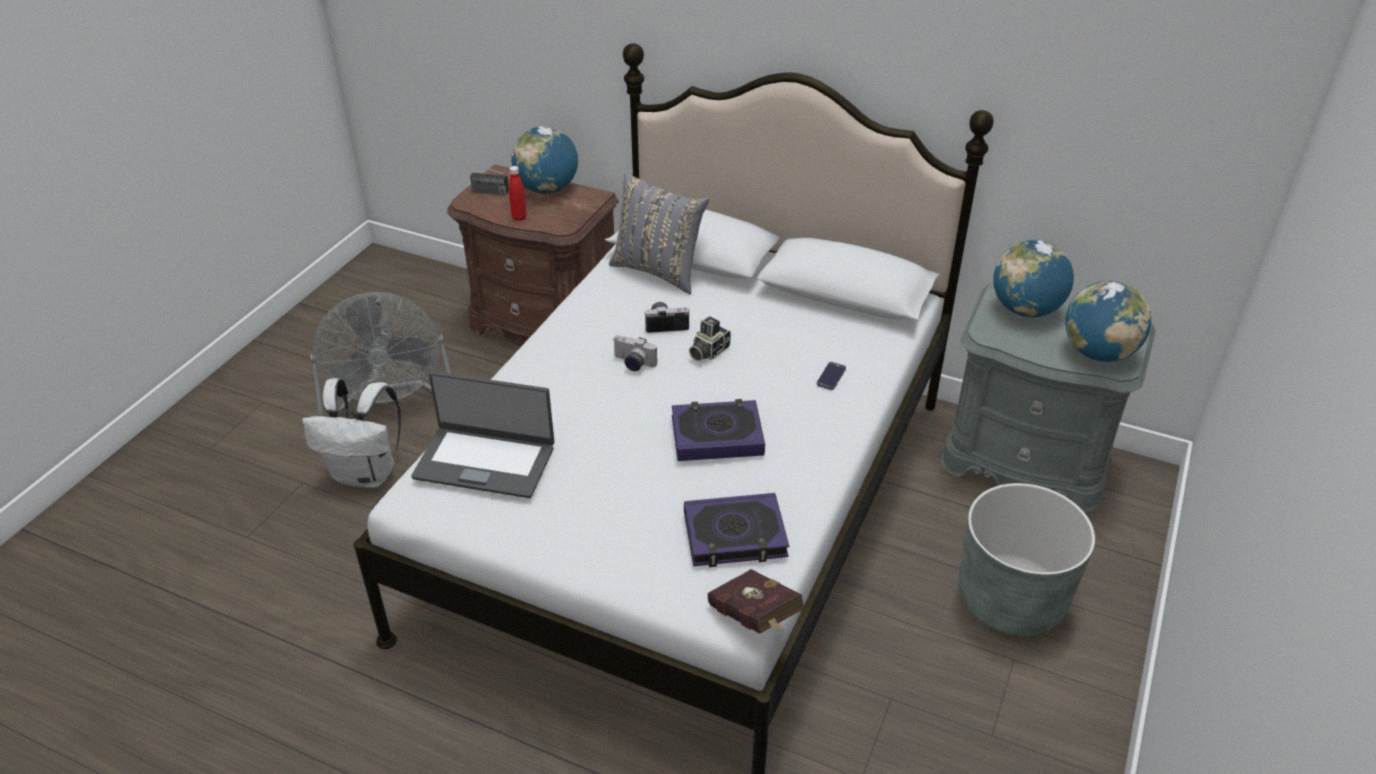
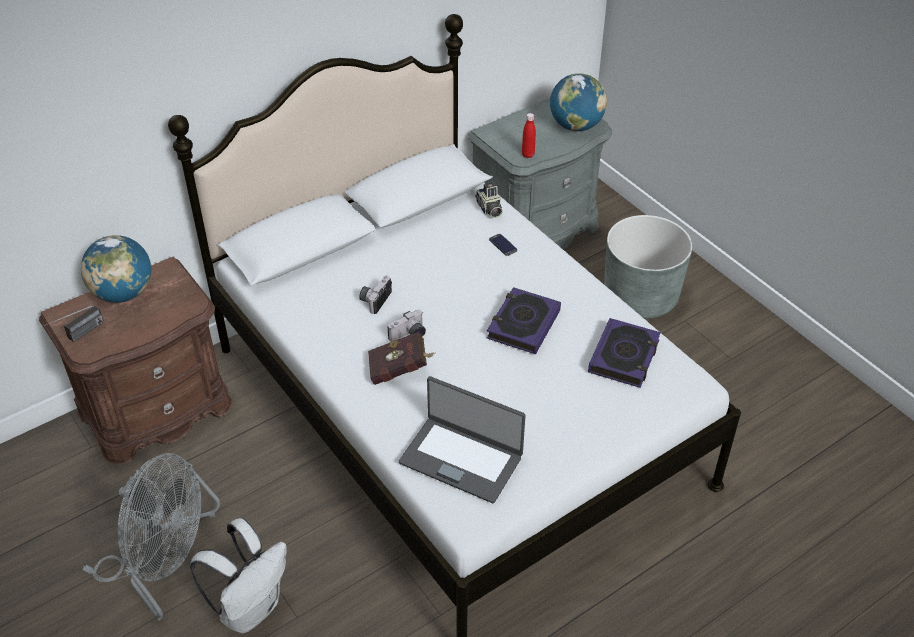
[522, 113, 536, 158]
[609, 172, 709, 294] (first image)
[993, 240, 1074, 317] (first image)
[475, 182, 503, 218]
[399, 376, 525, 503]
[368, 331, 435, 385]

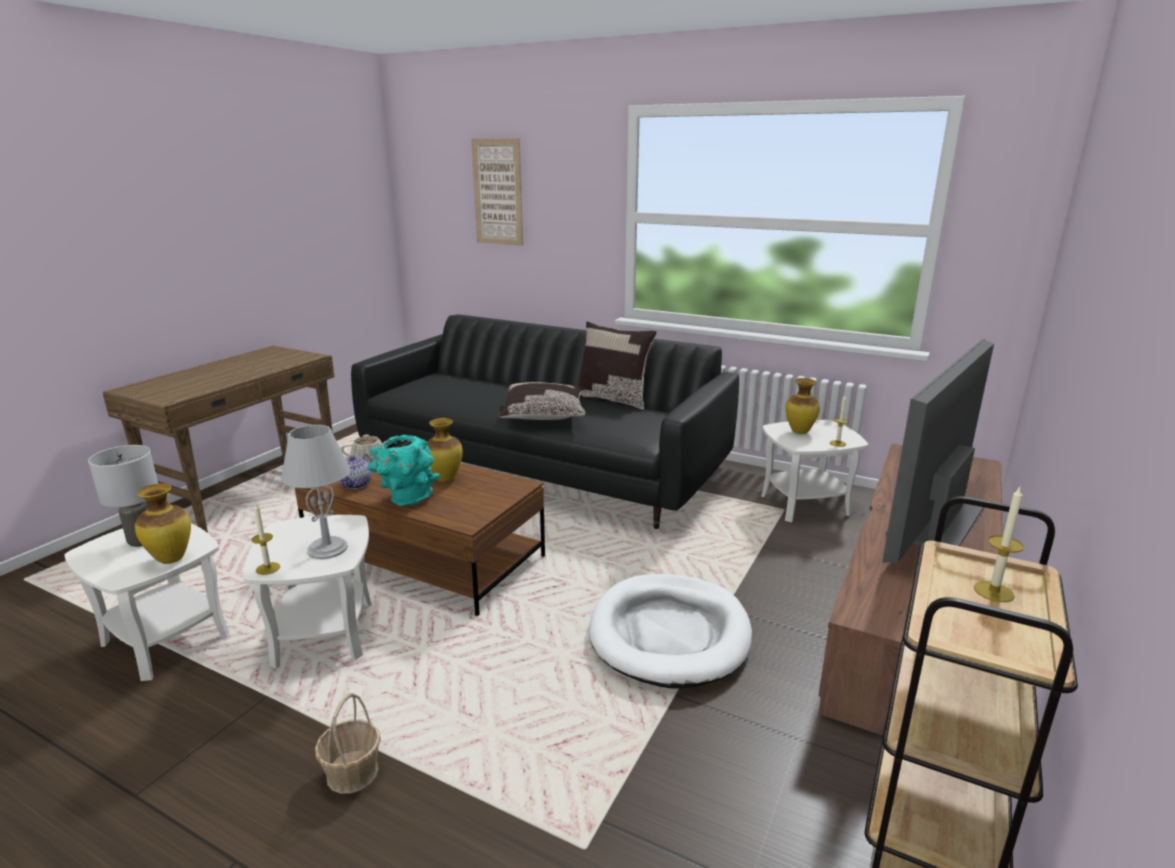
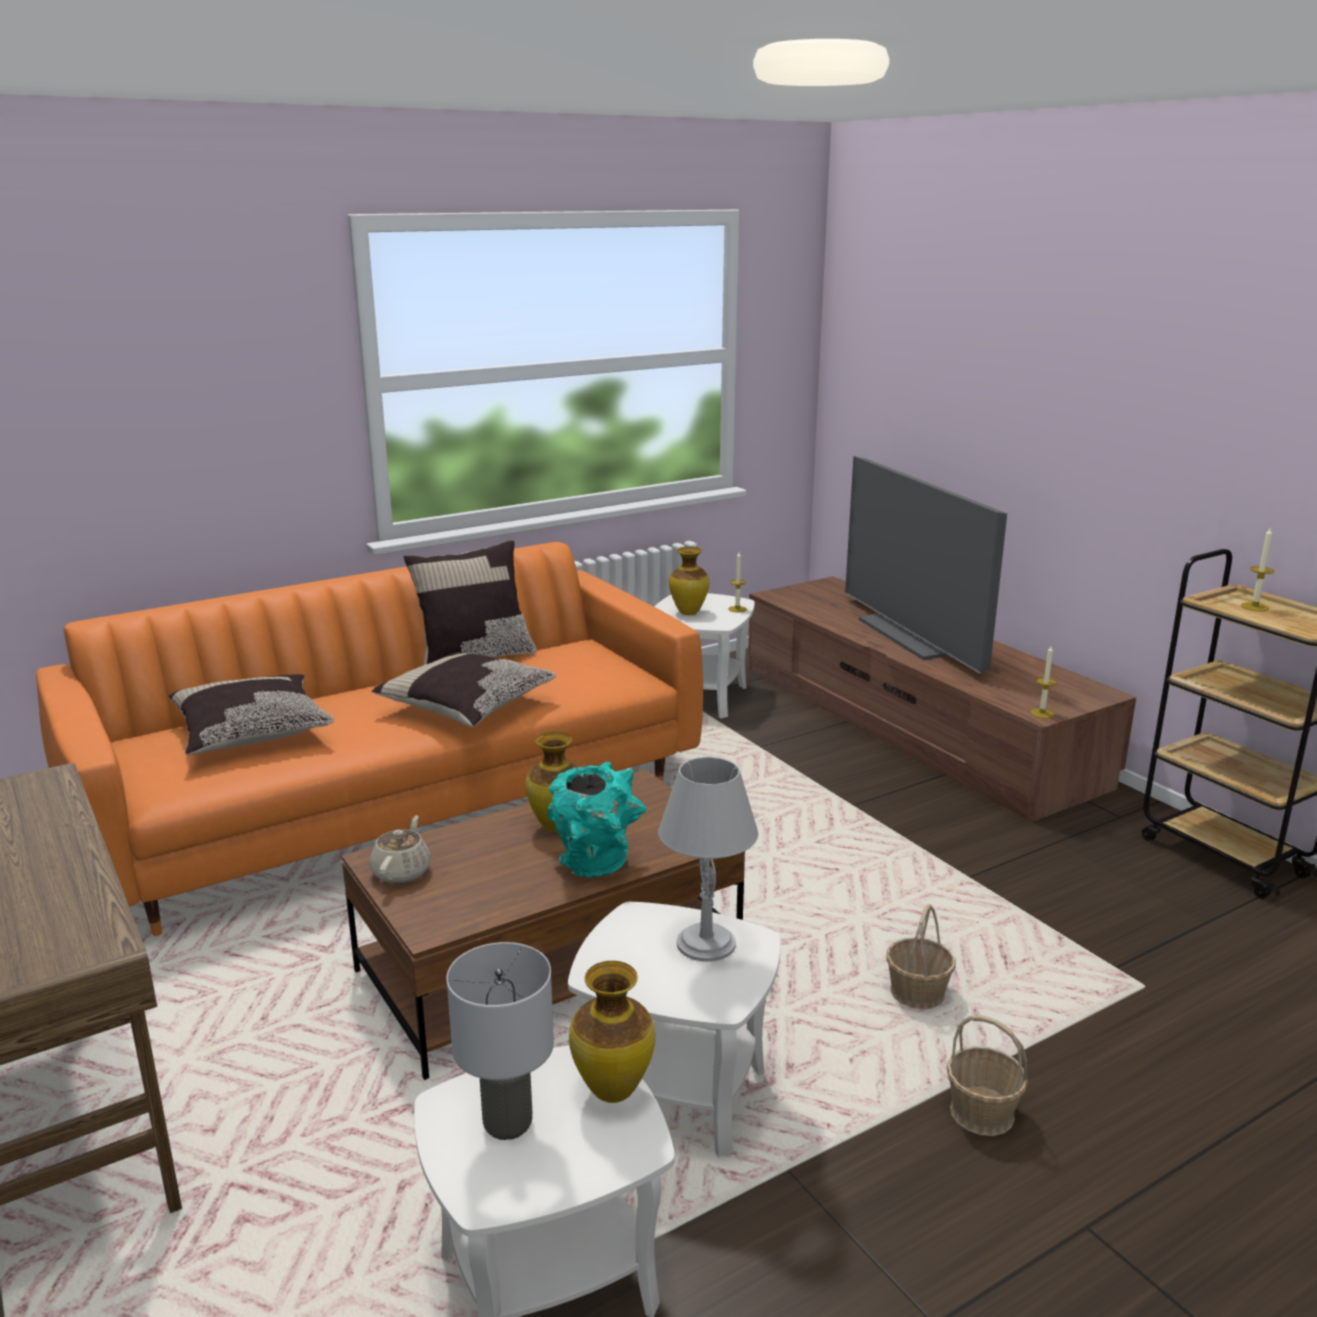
[471, 138, 523, 246] (first image)
[36, 542, 703, 936]
[340, 453, 372, 489] (first image)
[1030, 646, 1057, 718]
[589, 574, 752, 689] (first image)
[168, 674, 334, 755]
[886, 904, 956, 1009]

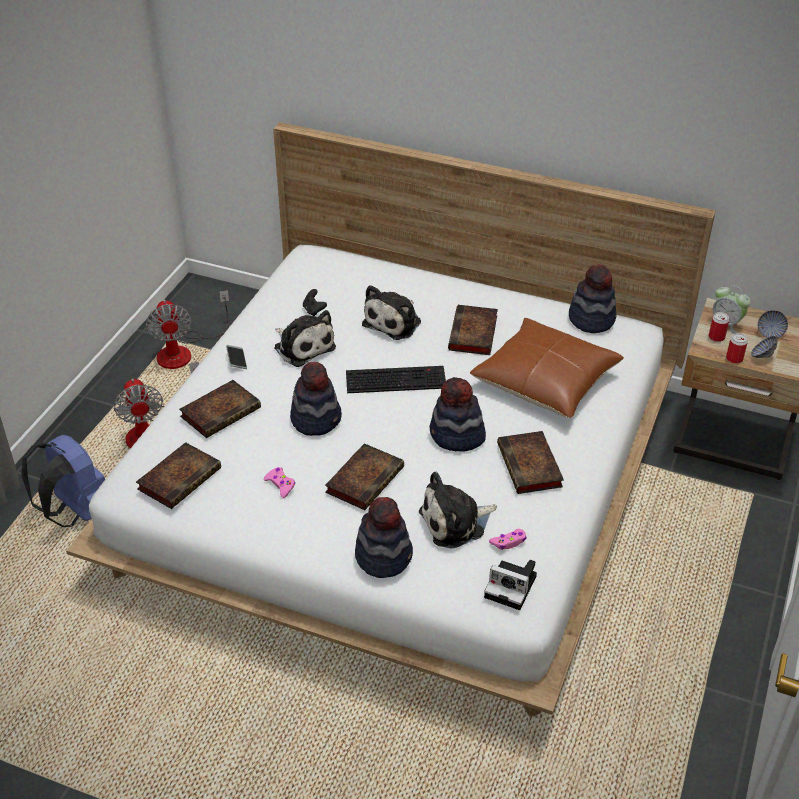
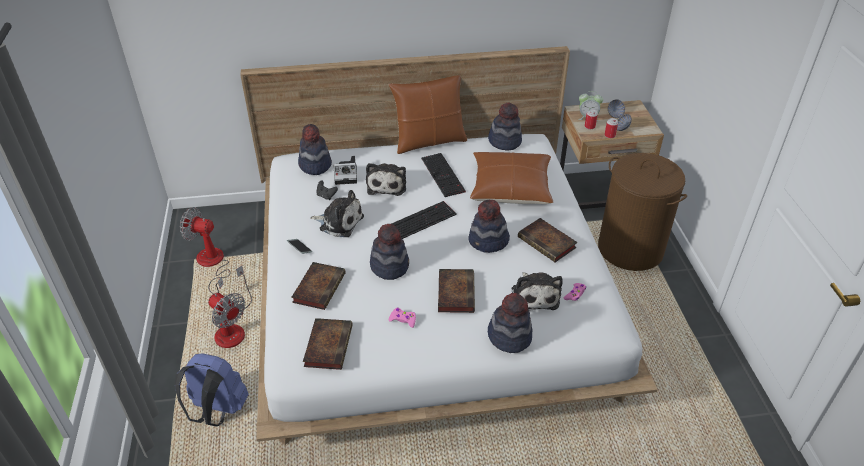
[180, 207, 231, 294]
[421, 153, 466, 197]
[512, 272, 563, 311]
[333, 156, 357, 185]
[388, 75, 467, 154]
[298, 124, 332, 175]
[598, 153, 687, 271]

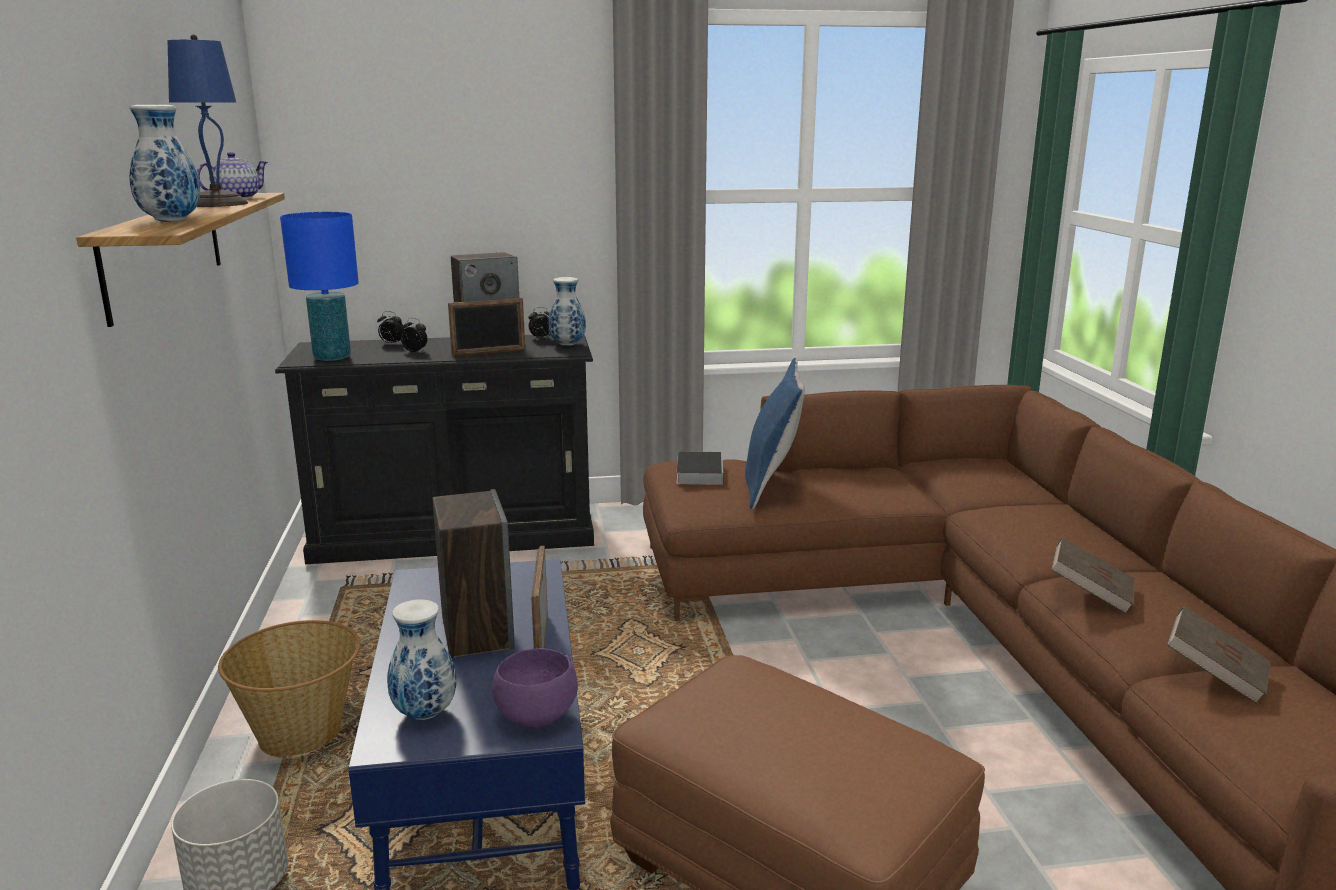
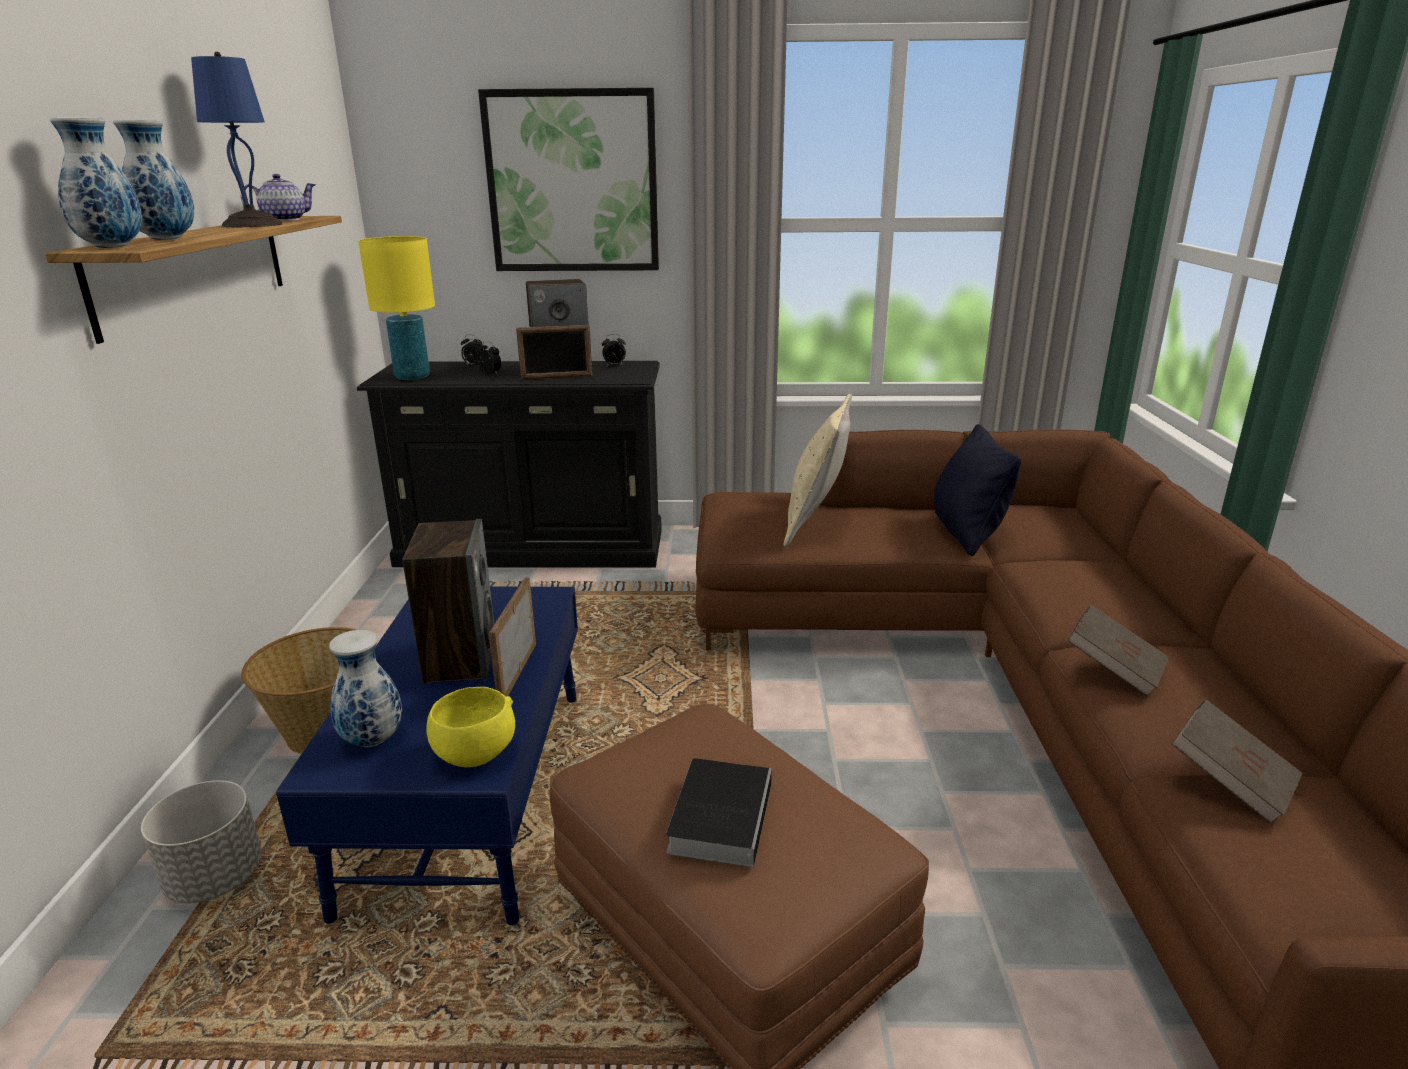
[358, 236, 435, 380]
[50, 117, 142, 248]
[783, 394, 852, 547]
[666, 758, 772, 867]
[426, 687, 515, 767]
[478, 88, 659, 271]
[934, 424, 1022, 556]

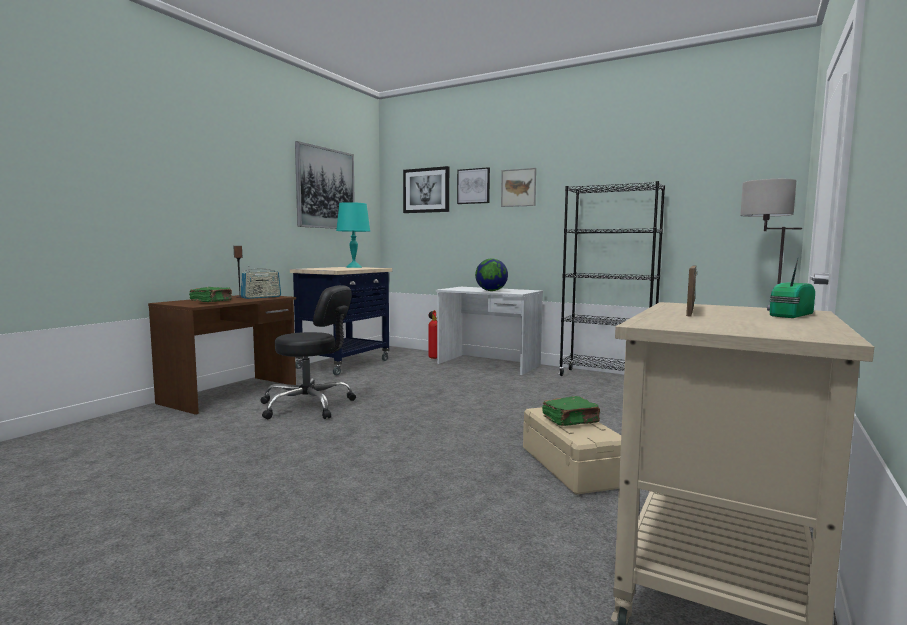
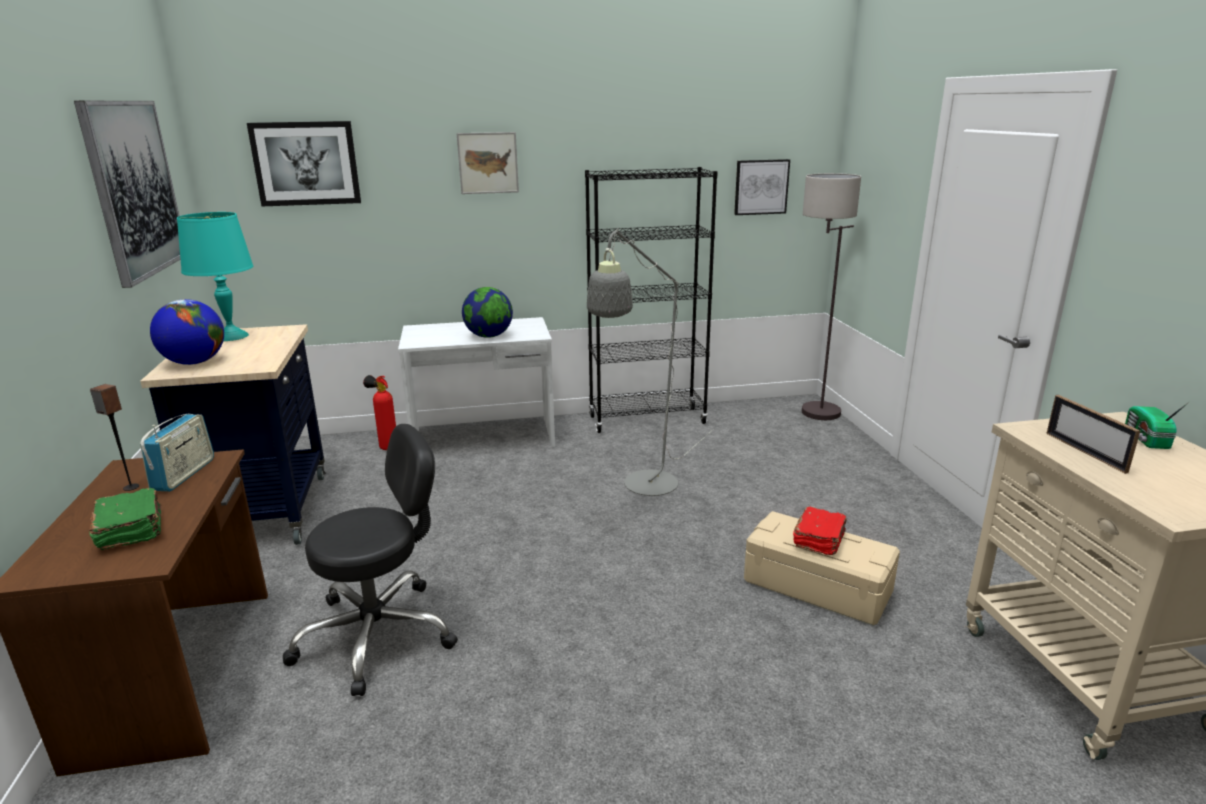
[734, 159, 790, 215]
[793, 507, 846, 555]
[587, 228, 713, 496]
[150, 299, 224, 365]

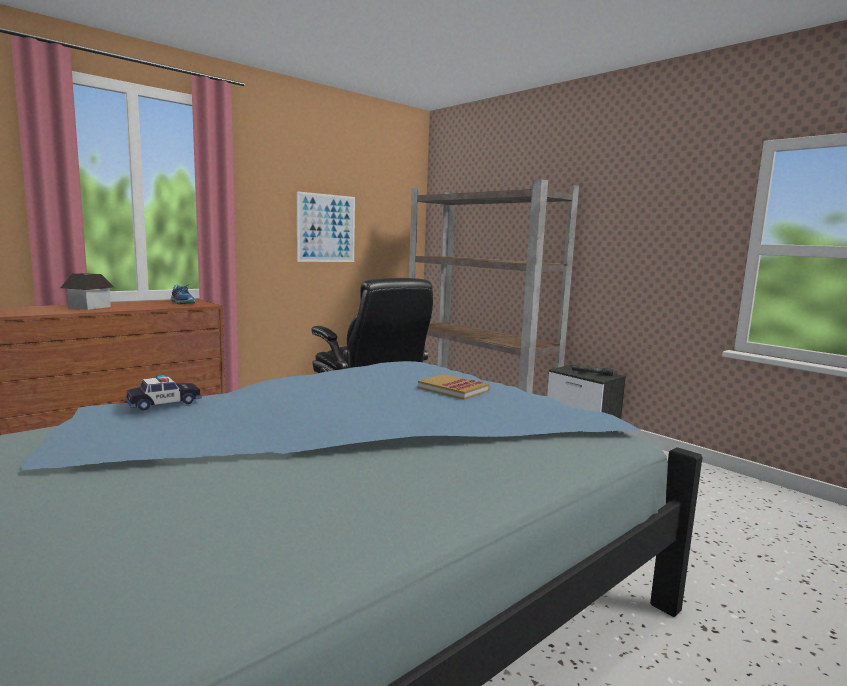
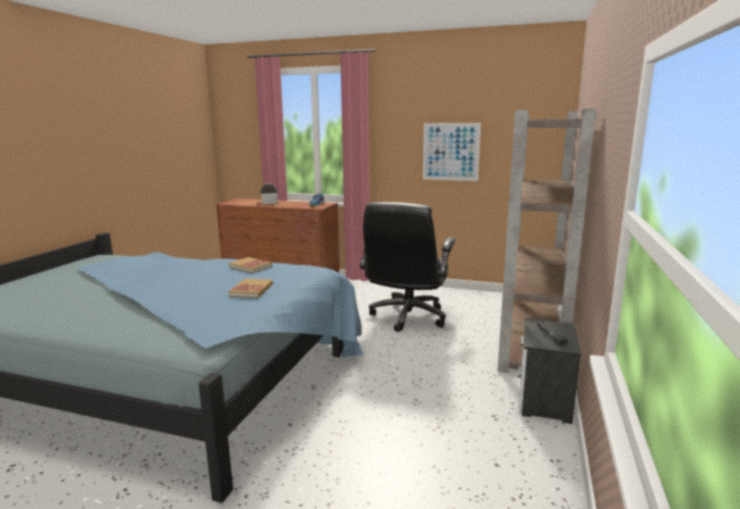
[126, 375, 202, 411] (first image)
[229, 257, 272, 273]

